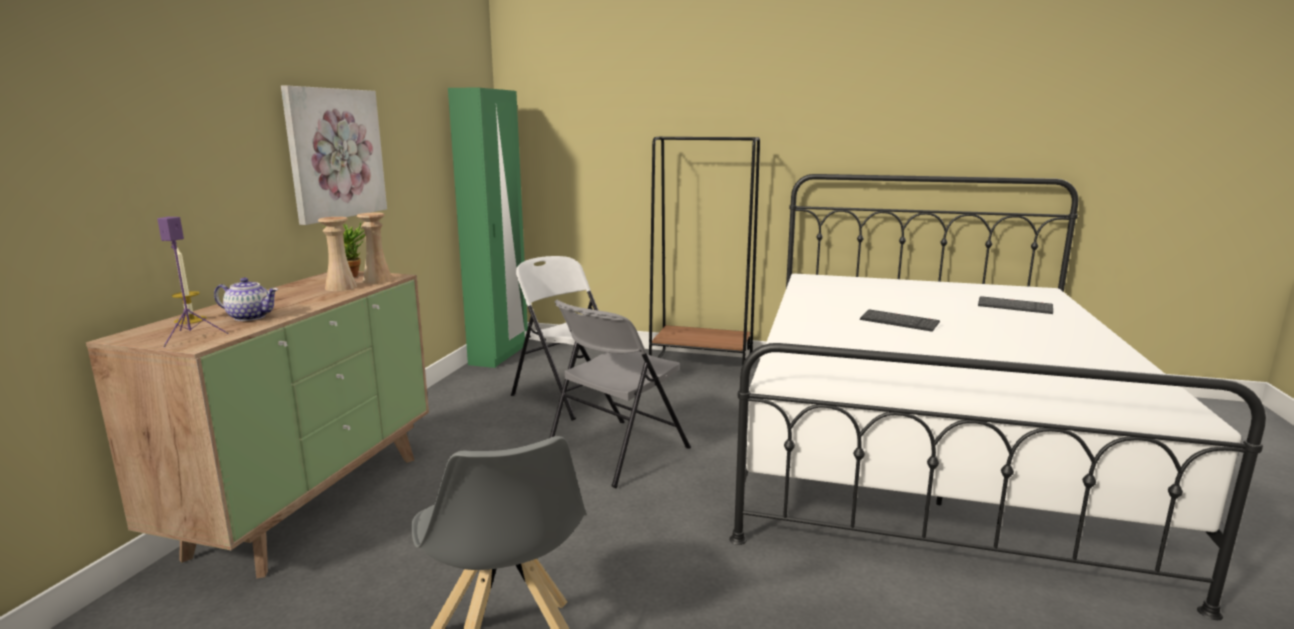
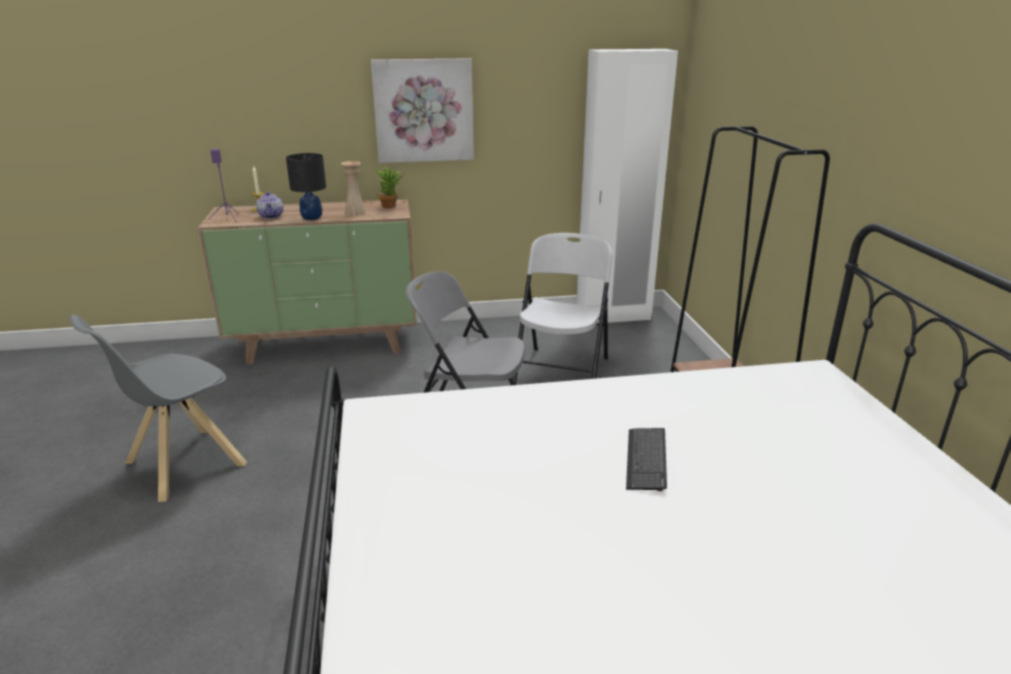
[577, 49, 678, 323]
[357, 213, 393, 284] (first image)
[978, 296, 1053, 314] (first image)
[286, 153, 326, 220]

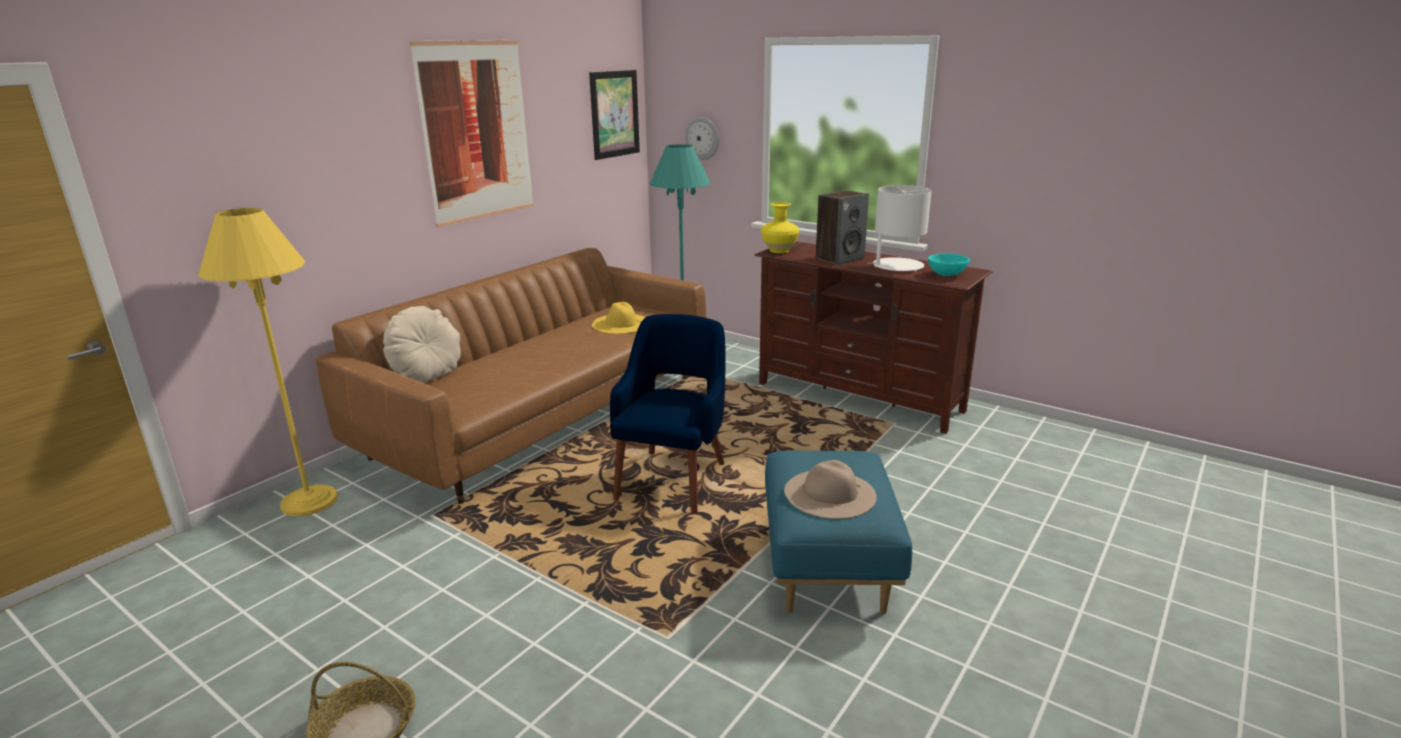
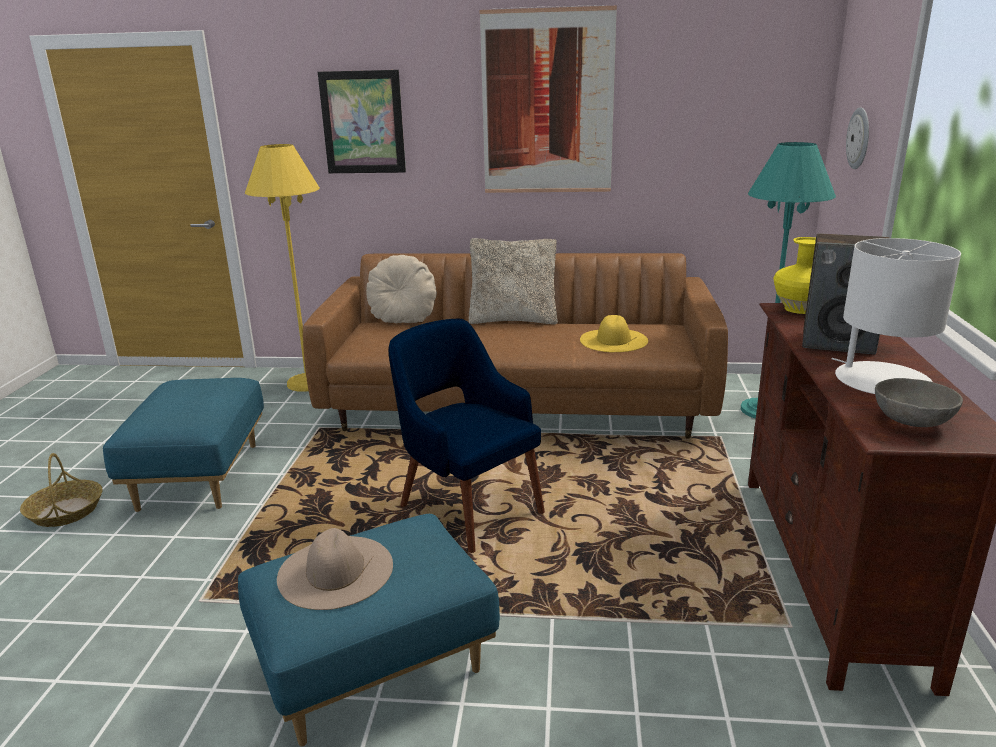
[318, 70, 406, 173]
[875, 378, 963, 427]
[389, 319, 545, 553]
[469, 238, 558, 324]
[103, 378, 264, 512]

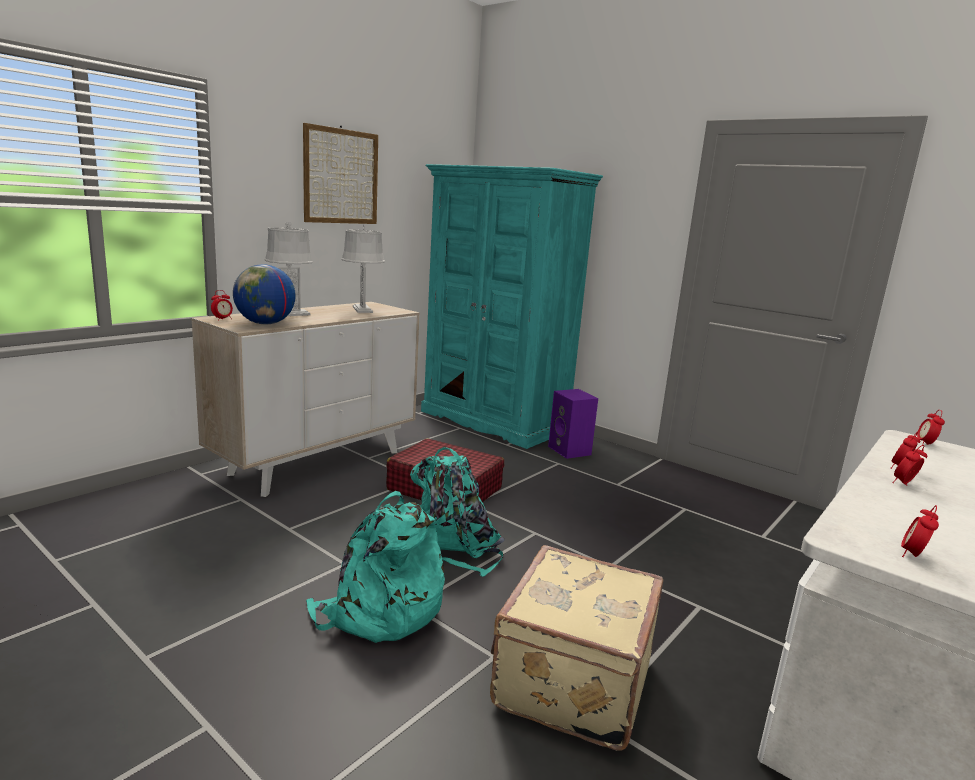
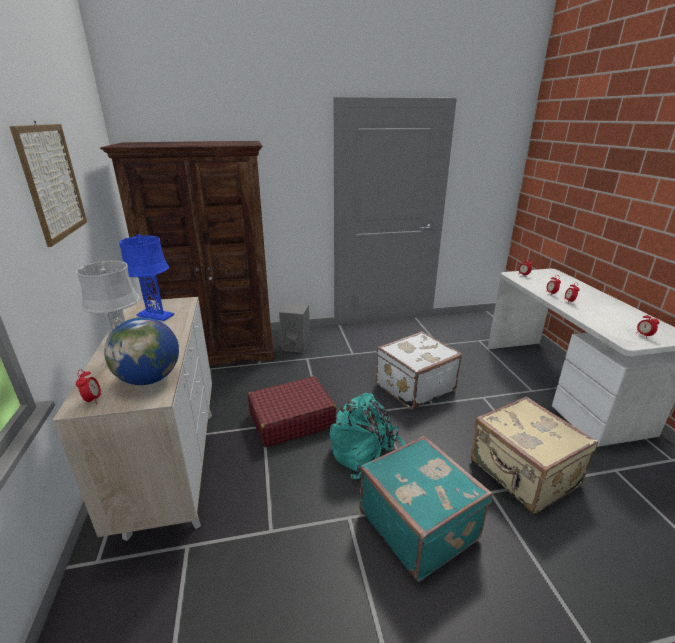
[100, 141, 275, 366]
[119, 234, 174, 321]
[279, 303, 310, 353]
[359, 436, 493, 582]
[376, 331, 462, 409]

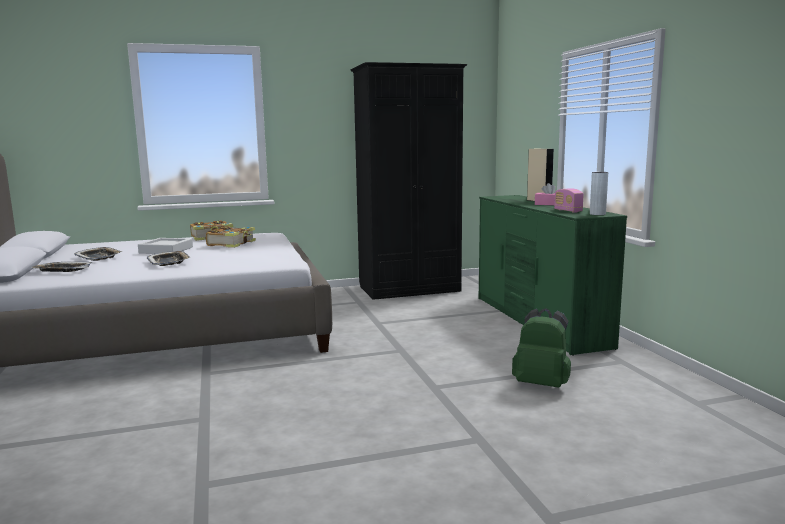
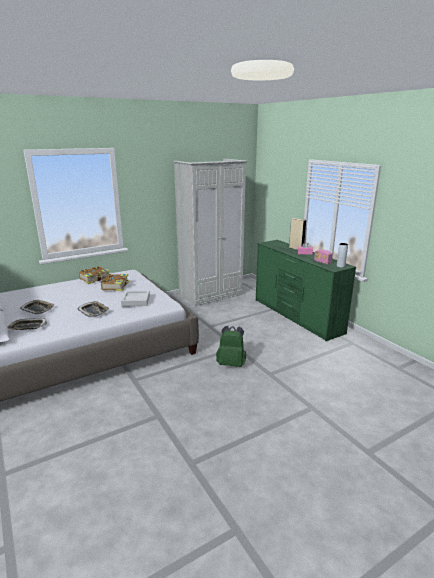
[172, 159, 248, 306]
[121, 291, 150, 307]
[216, 326, 246, 367]

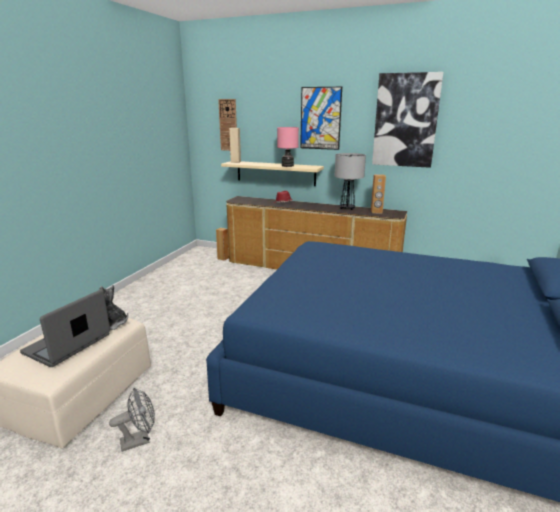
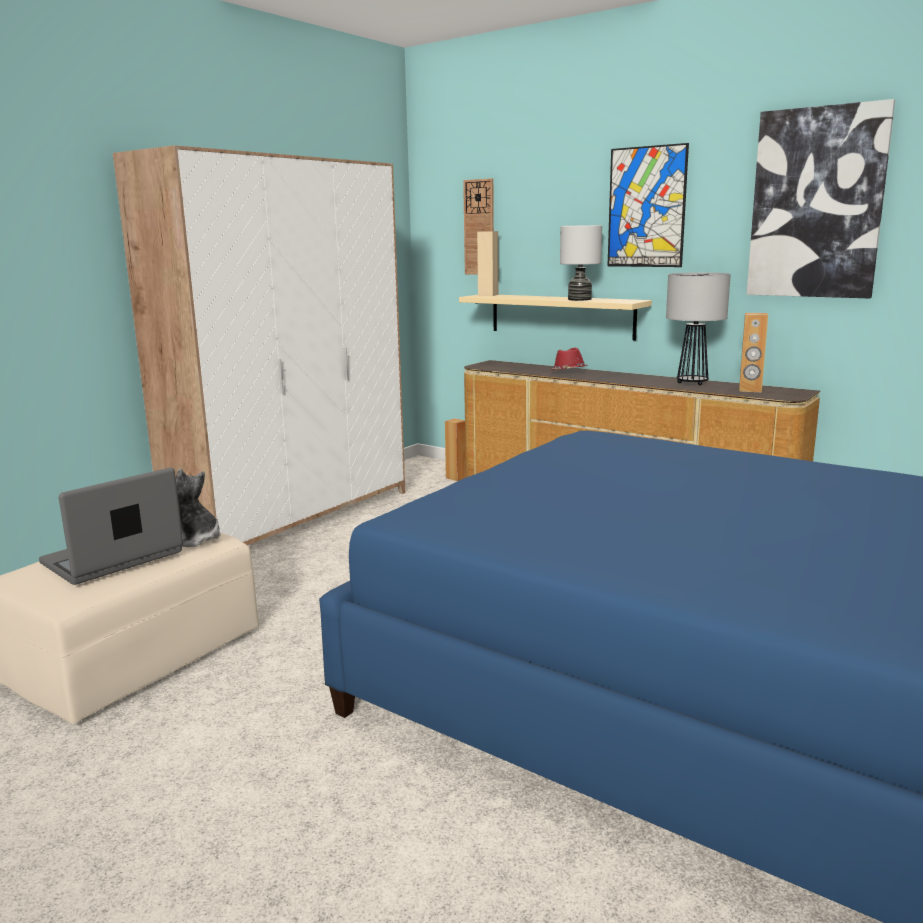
[560, 225, 602, 301]
[109, 388, 155, 452] (first image)
[112, 145, 405, 545]

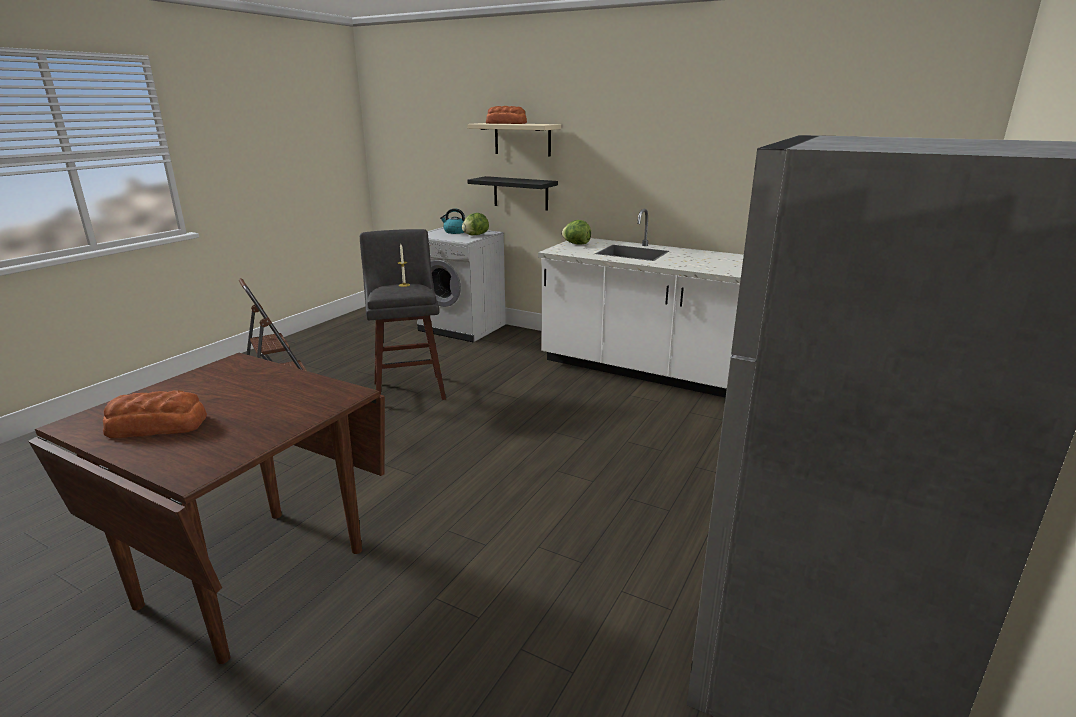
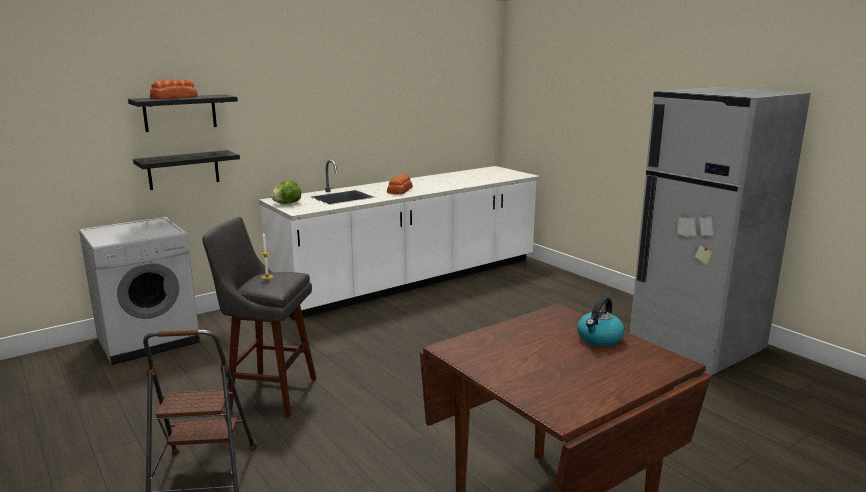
[128, 94, 238, 132]
[577, 297, 624, 346]
[462, 213, 489, 235] (first image)
[387, 174, 413, 194]

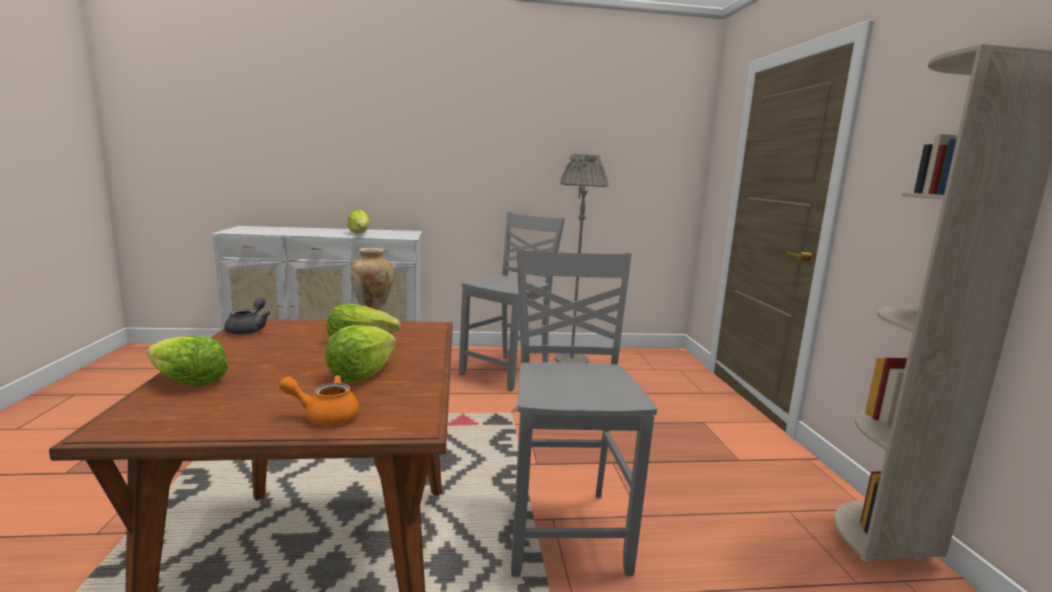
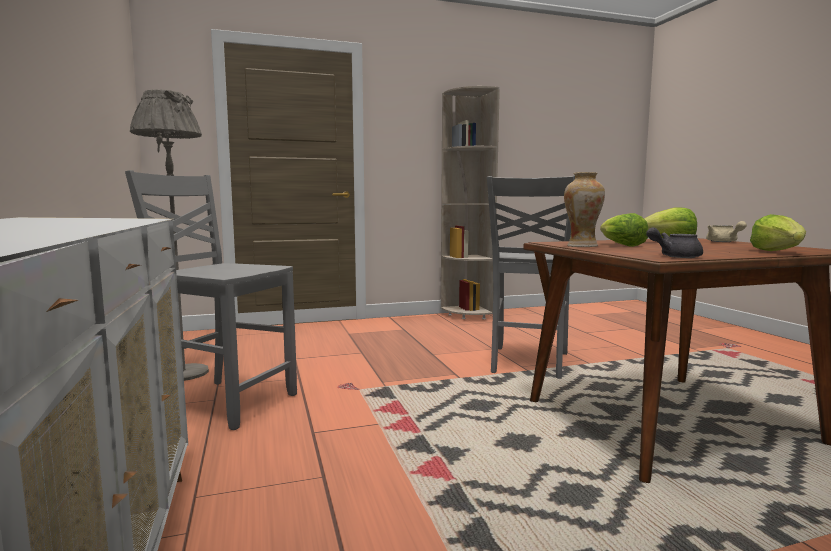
[348, 210, 370, 234] (first image)
[487, 175, 575, 379]
[706, 221, 747, 242]

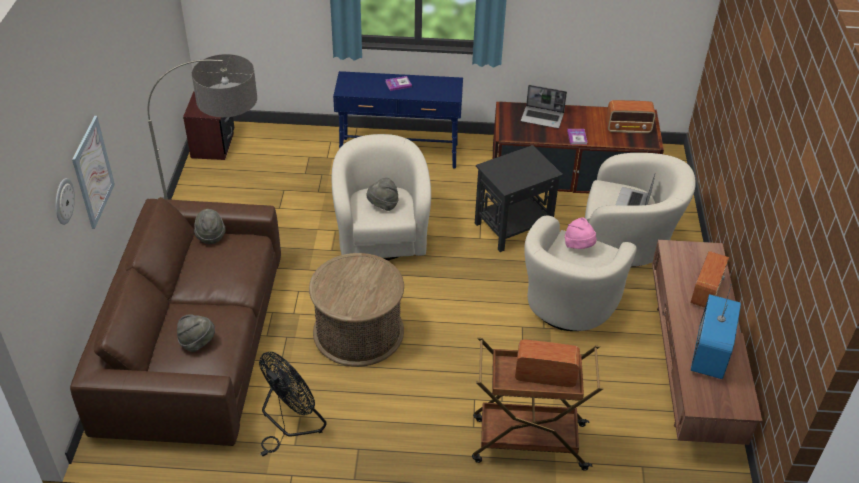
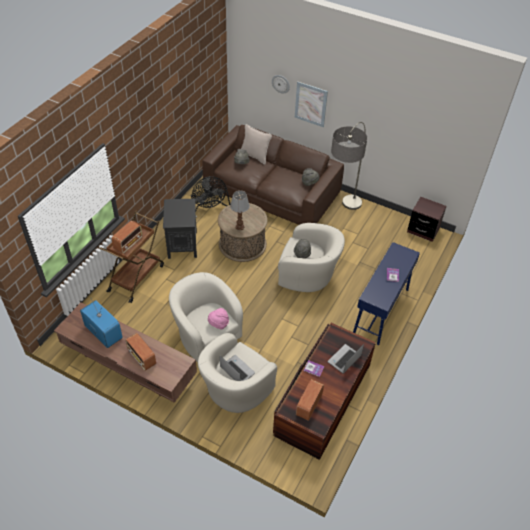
[163, 199, 197, 259]
[241, 124, 272, 164]
[230, 190, 250, 231]

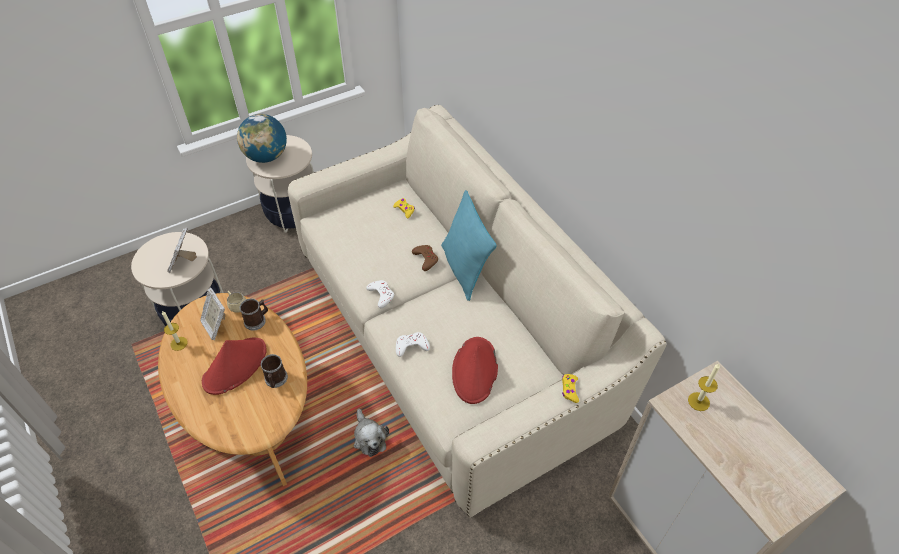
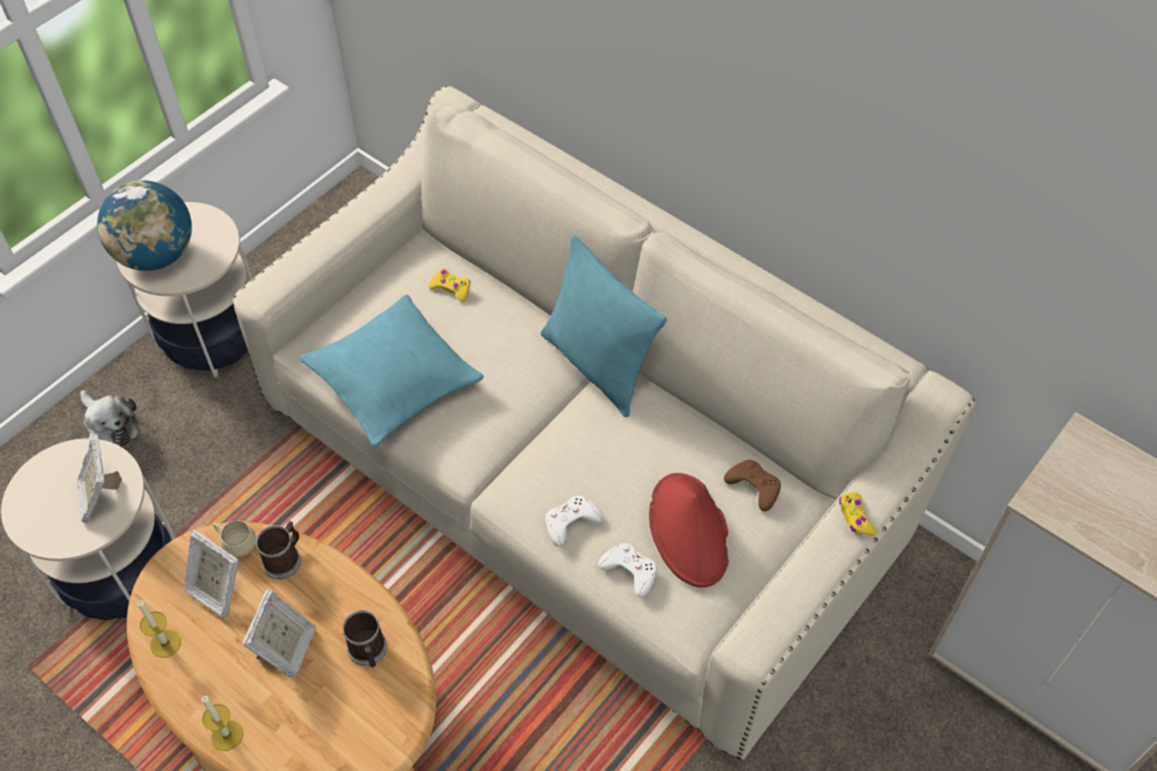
[724, 460, 781, 512]
[598, 543, 657, 598]
[243, 589, 316, 678]
[202, 696, 243, 751]
[80, 390, 140, 447]
[300, 295, 484, 447]

